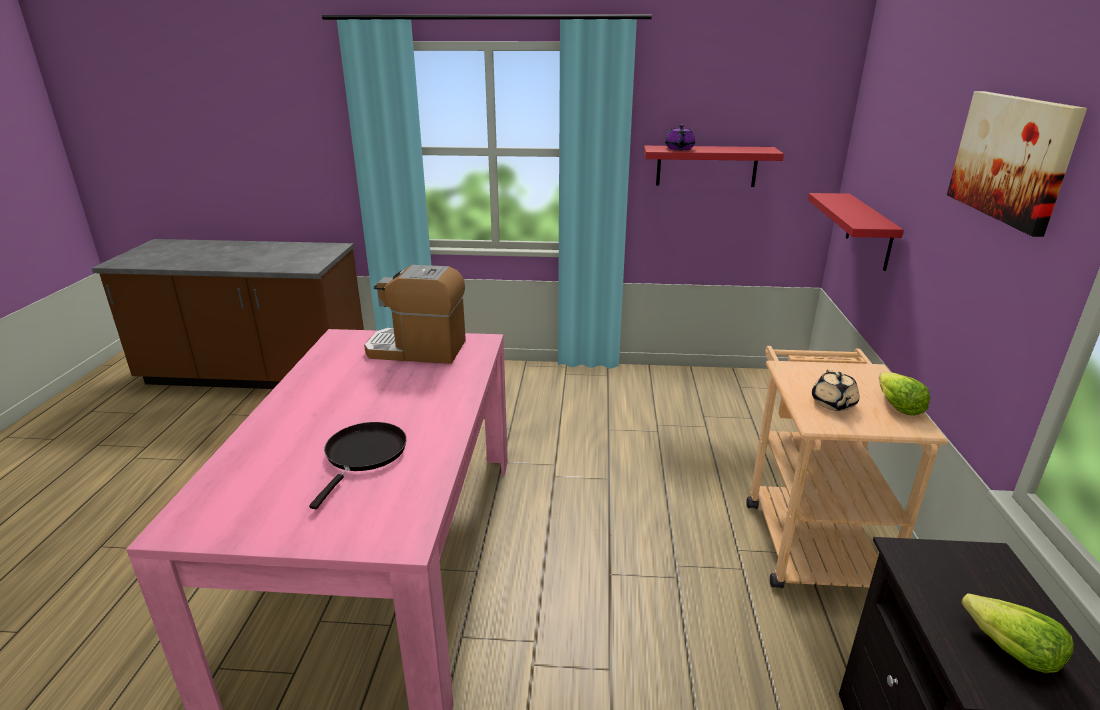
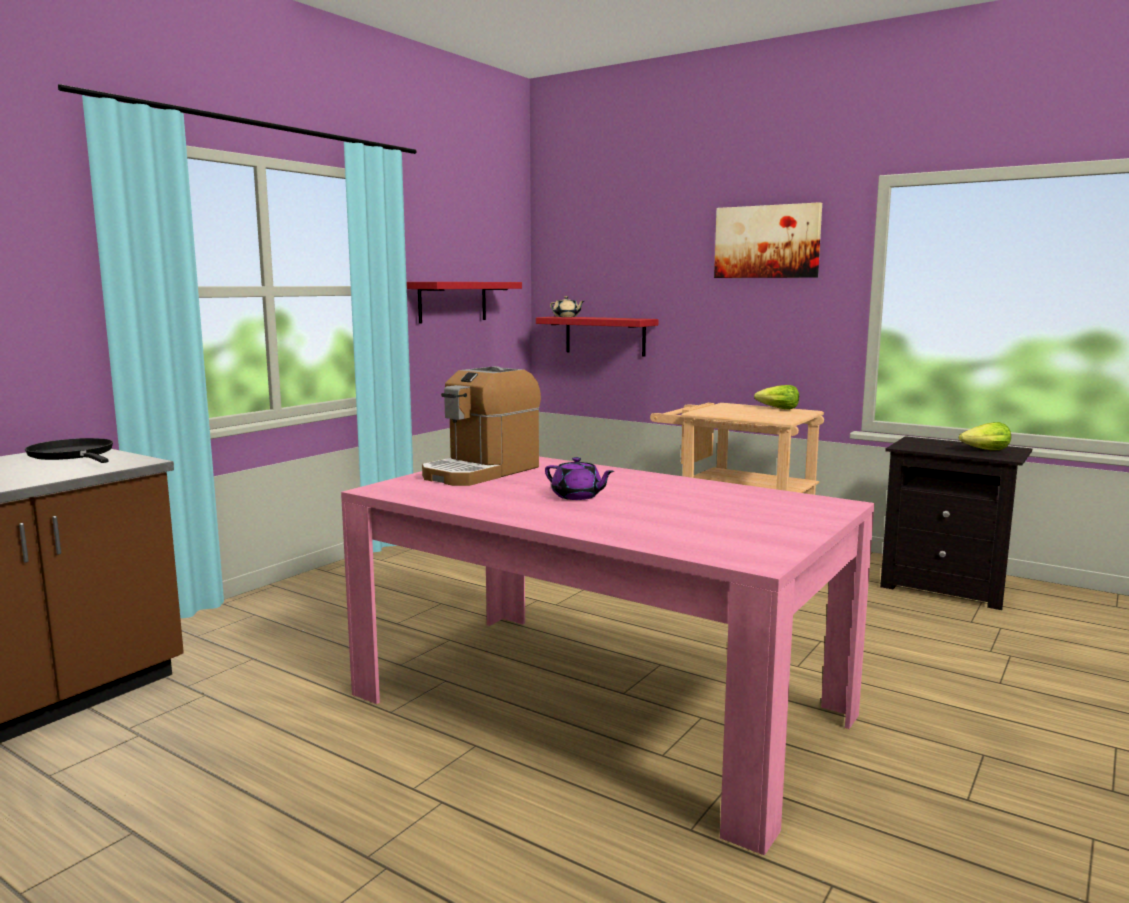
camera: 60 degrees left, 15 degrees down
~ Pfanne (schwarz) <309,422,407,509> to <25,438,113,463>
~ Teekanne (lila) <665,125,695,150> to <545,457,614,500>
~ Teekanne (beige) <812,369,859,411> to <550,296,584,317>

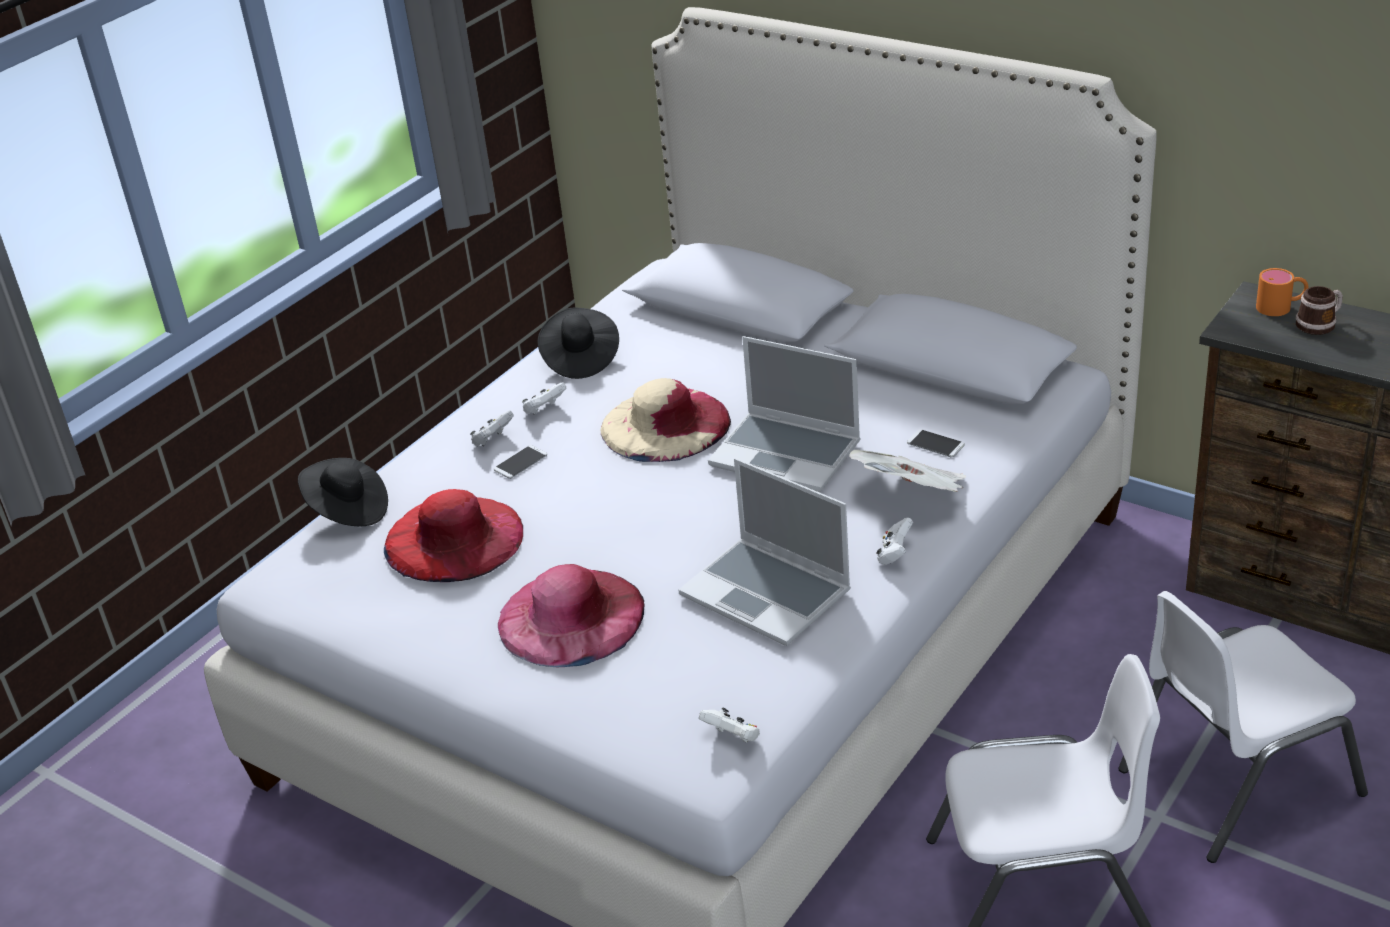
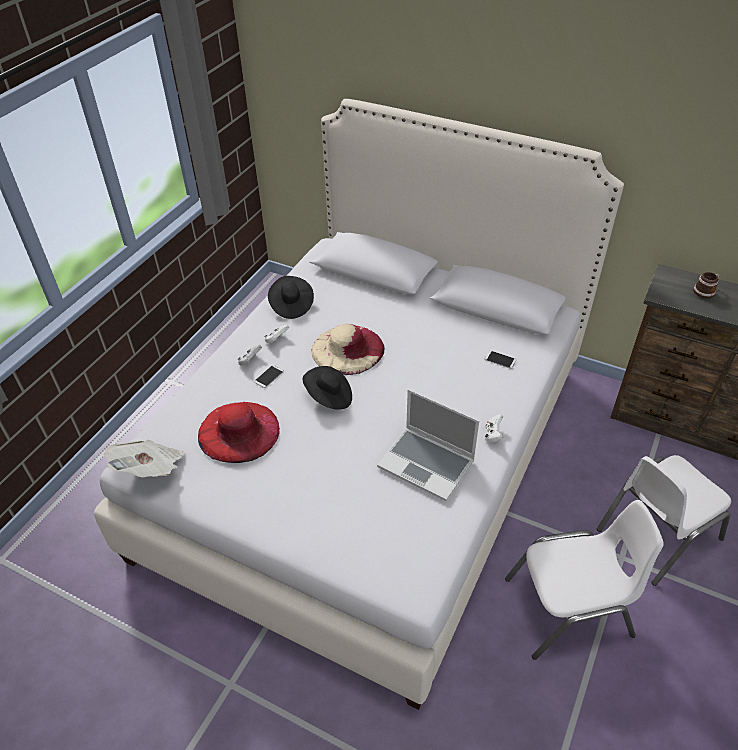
camera: 10 degrees left, 10 degrees up
~ Zeitung <849,450,966,492> to <104,440,185,477>
~ Hut (schwarz) <298,458,388,526> to <303,366,352,410>
- Hut (rosa) <498,564,645,667>
- Gamepad (weiß) <699,708,760,743>
- Laptop <708,336,860,492>
- Henkelbecher (orange) <1256,268,1308,316>

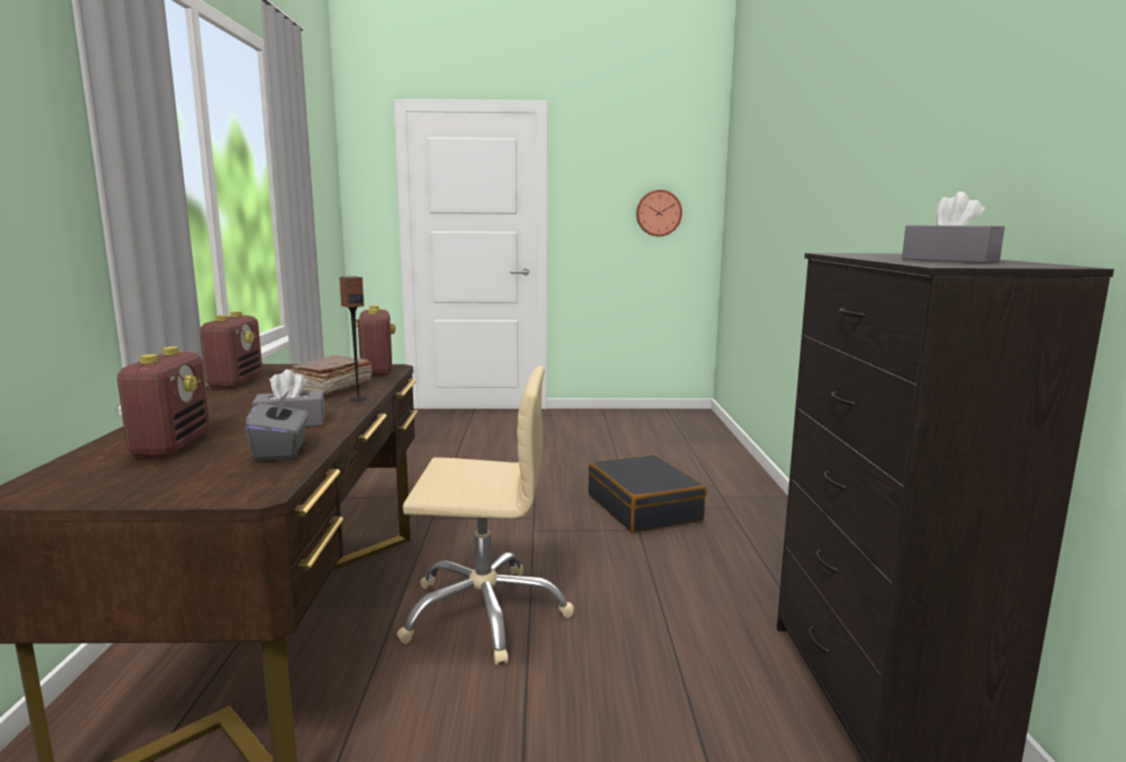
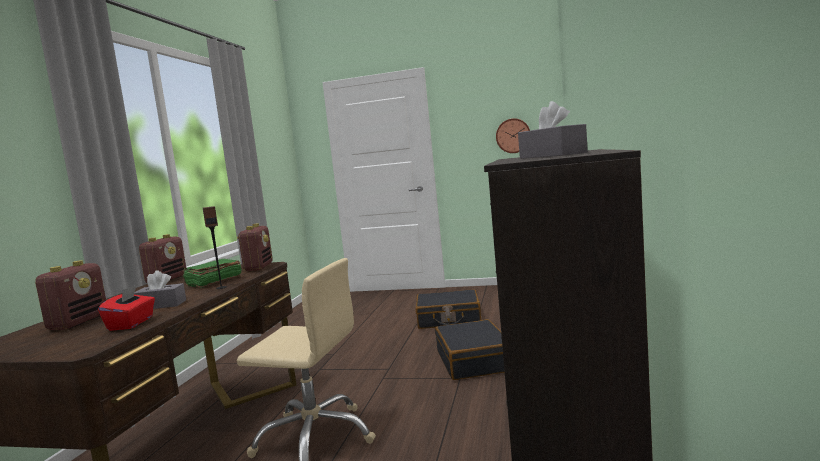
camera: 15 degrees right, 5 degrees down
~ Taschentuchbox (grau) <245,391,308,461> to Taschentuchbox (rot) <98,284,155,331>
~ Buch (braun) <287,355,372,397> to Buch (grün) <183,259,242,288>
+ Koffer (schwarz) <416,289,482,329>

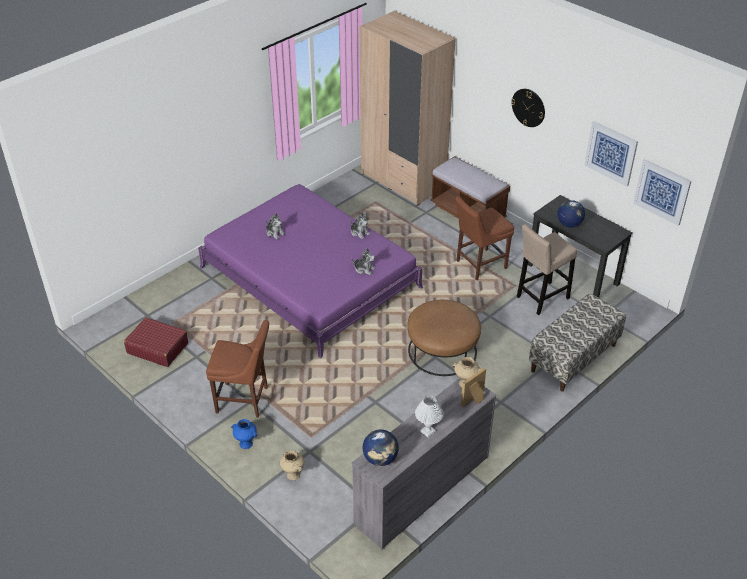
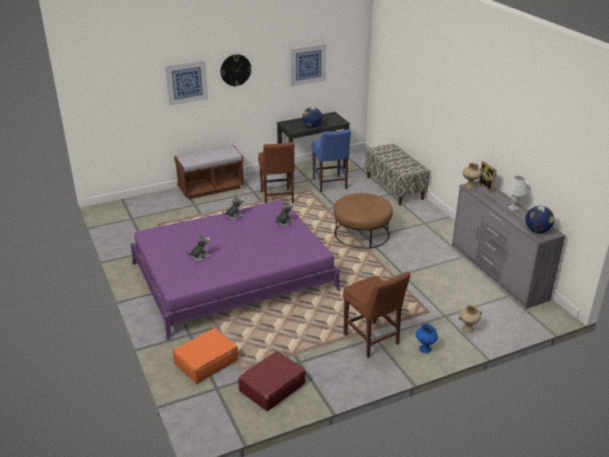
camera: 70 degrees left, 10 degrees down
~ Bild <633,159,691,226> to <165,60,208,105>
+ Koffer (orange) <173,328,238,384>
~ Hocker (beige) <517,224,577,315> to Stuhl (blau) <311,129,351,192>
~ Stuhl (braun) <206,320,269,418> = <343,272,411,358> 120 degrees clockwise
- Kleiderschrank (beige) <360,10,456,206>

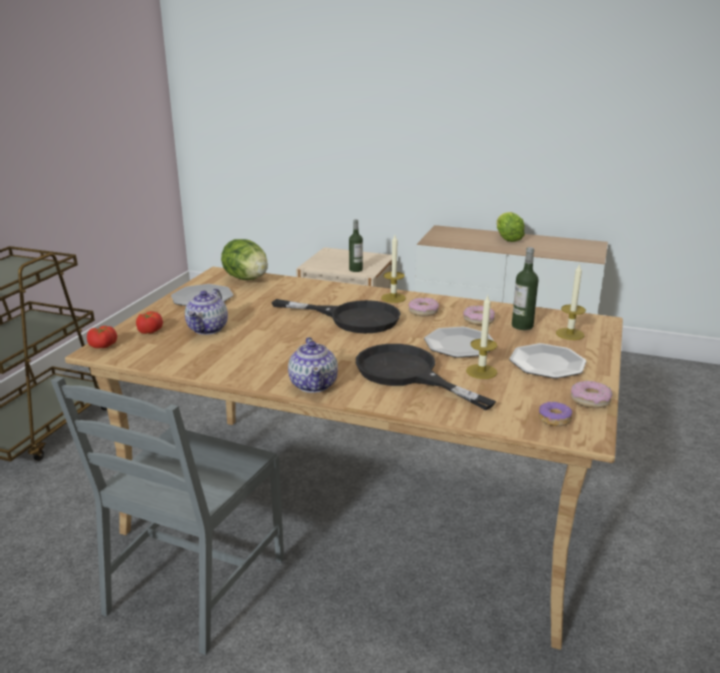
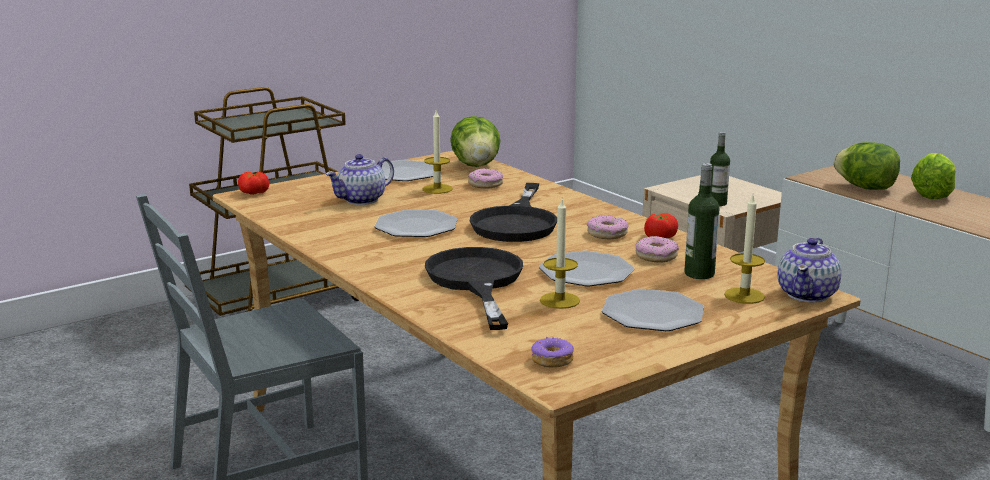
camera: 35 degrees right, 5 degrees down
+ Teller <374,209,458,237>
~ Kerze <381,235,406,303> to <423,110,453,194>
~ Donut <571,381,612,408> to <468,168,503,189>
~ Pfanne (schwarz) <272,299,401,333> = <470,183,557,242> 45 degrees clockwise
~ Tomate <136,311,163,334> to <644,213,678,238>
~ Teekanne <288,337,338,393> to <777,238,842,302>
+ Salatkopf <833,142,900,190>

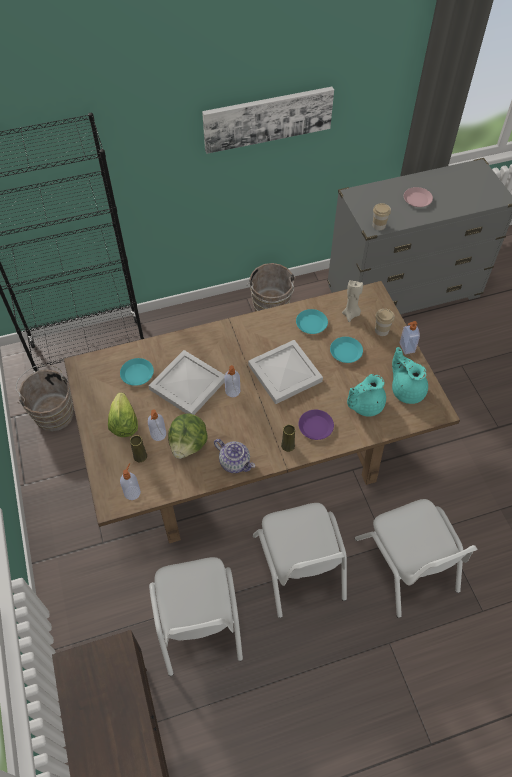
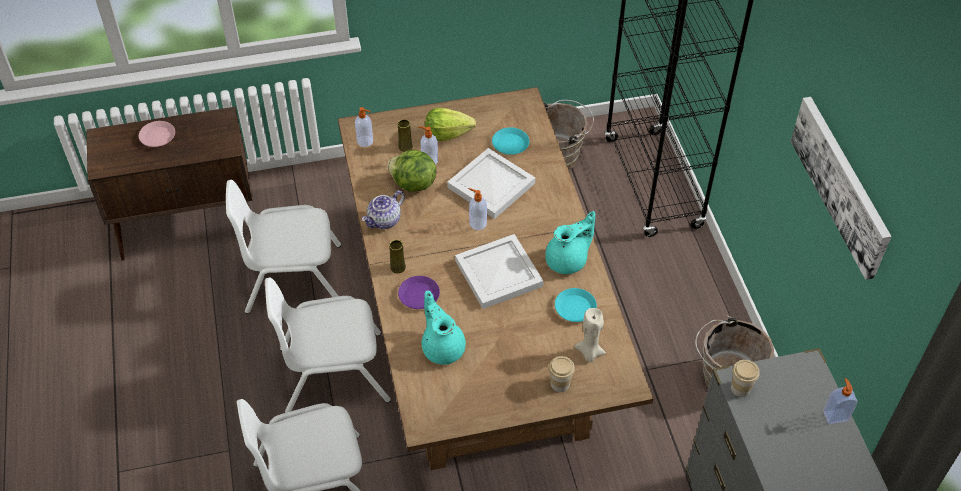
camera: 95 degrees right, 5 degrees down
~ Teller (rosa) <404,187,433,207> to <139,121,175,147>
~ Teekanne (türkis) <392,347,428,404> to <545,211,595,274>
~ Seifenspender <400,321,420,355> to <823,379,857,424>
- Teller (türkis) <330,337,363,363>

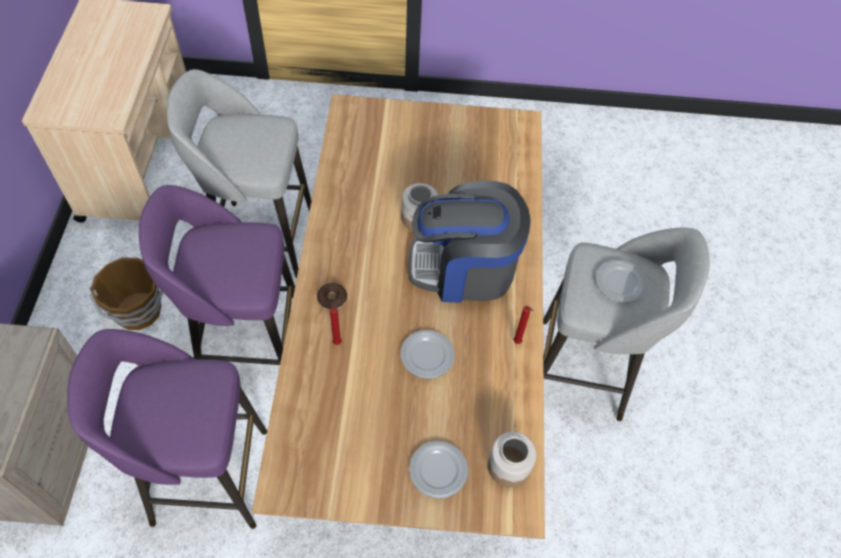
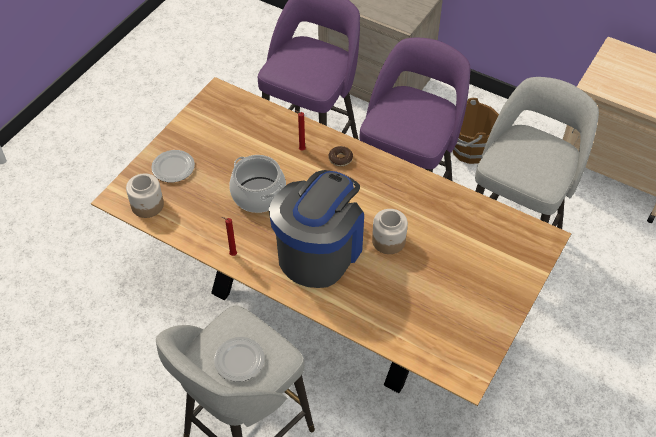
camera: 120 degrees right, 5 degrees down
~ Teller <400,330,455,379> to Kochtopf <229,155,286,213>

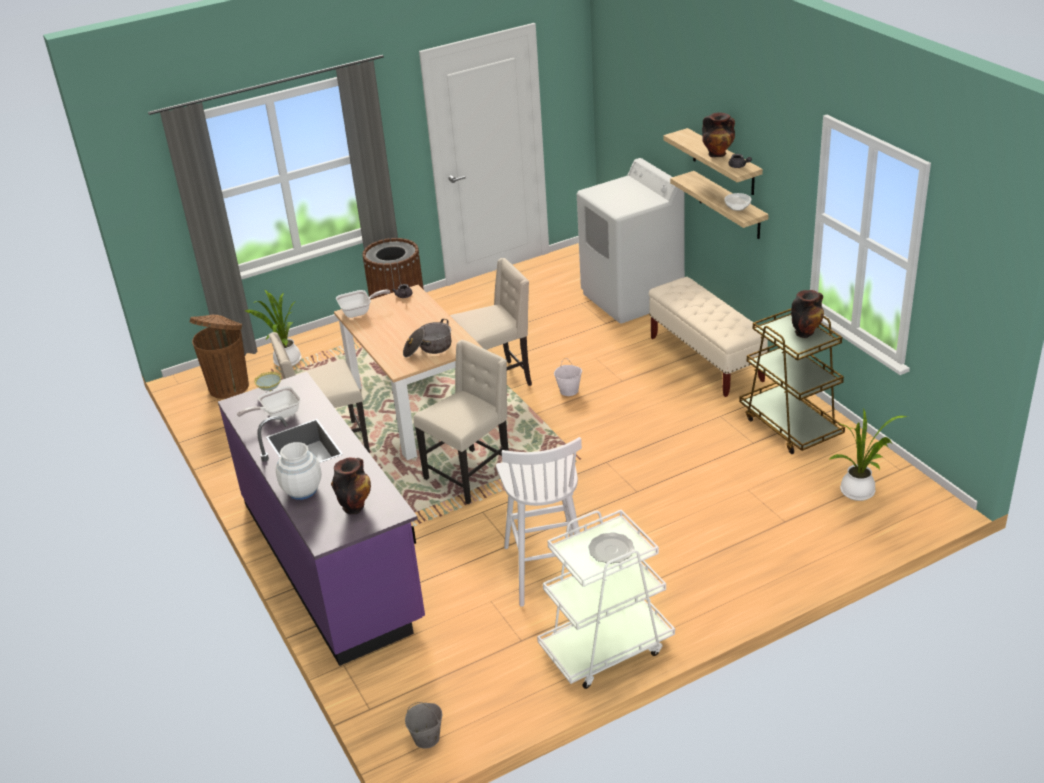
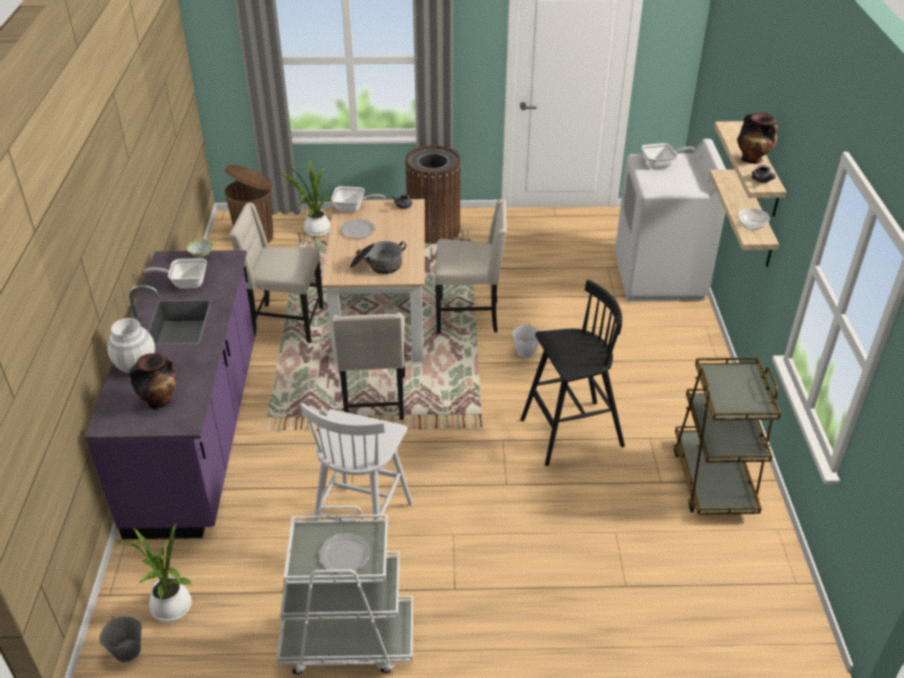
camera: 25 degrees right, 5 degrees up
~ Topfpflanze <829,408,908,501> to <118,522,192,622>
~ Stuhl (beige) <413,340,509,504> = <332,312,405,420> 105 degrees clockwise
+ Teller <340,219,375,239>
+ Hocker (schwarz) <521,280,625,466>
+ Pfanne <642,143,696,169>
- Bank (beige) <649,277,768,397>
- Vase <791,290,824,338>

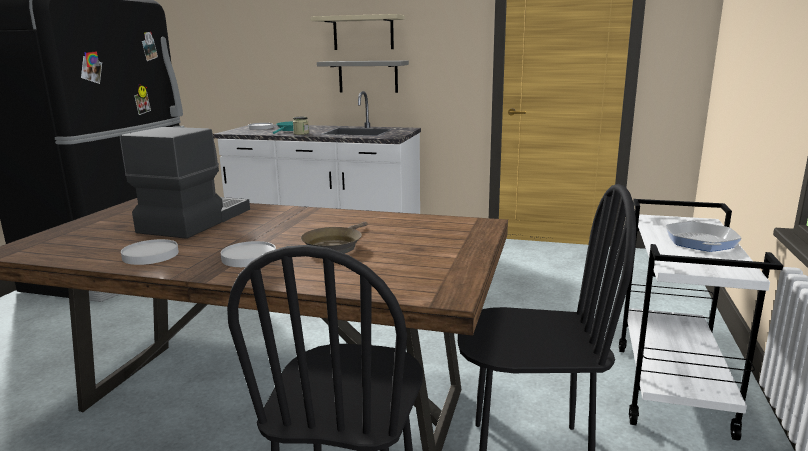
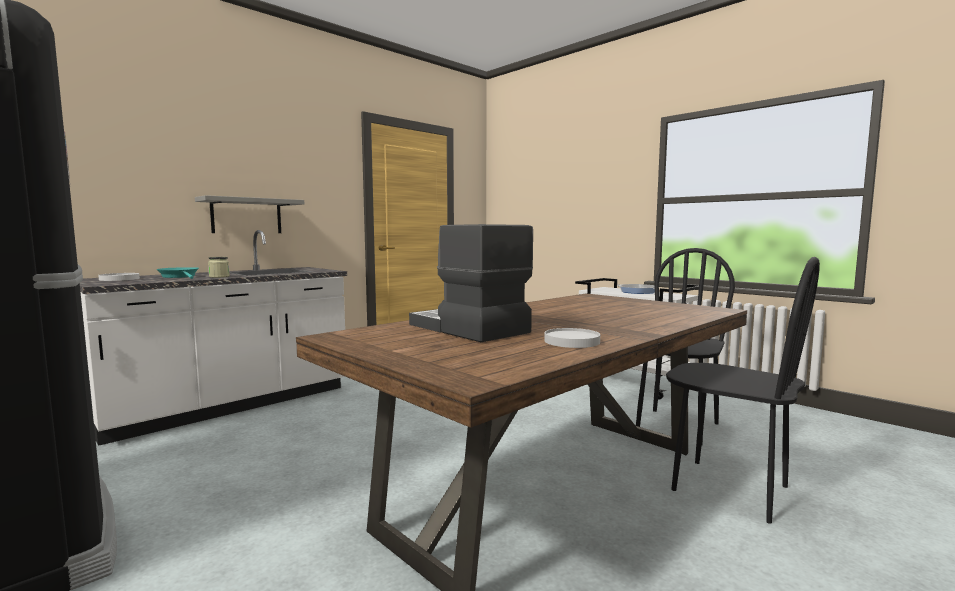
camera: 60 degrees left, 10 degrees down
- Teller (weiß) <221,241,276,267>
- Pfanne (braun) <301,222,368,254>
- Wandregal (beige) <311,14,405,50>

